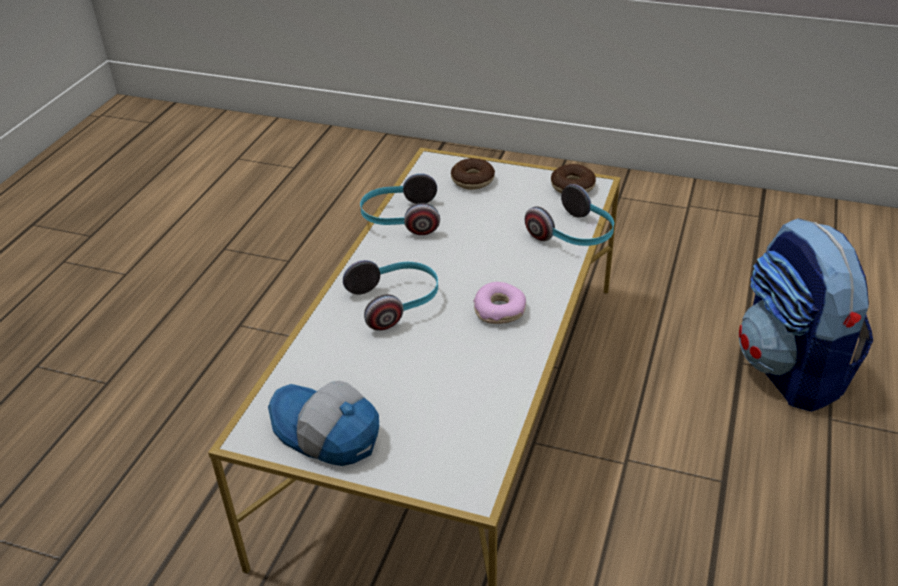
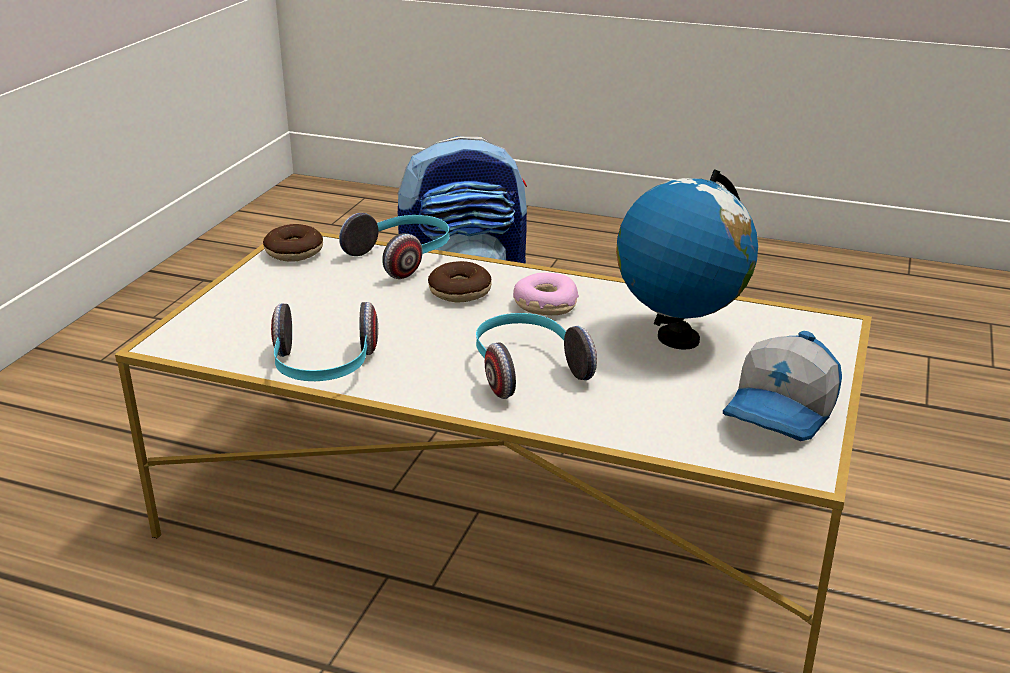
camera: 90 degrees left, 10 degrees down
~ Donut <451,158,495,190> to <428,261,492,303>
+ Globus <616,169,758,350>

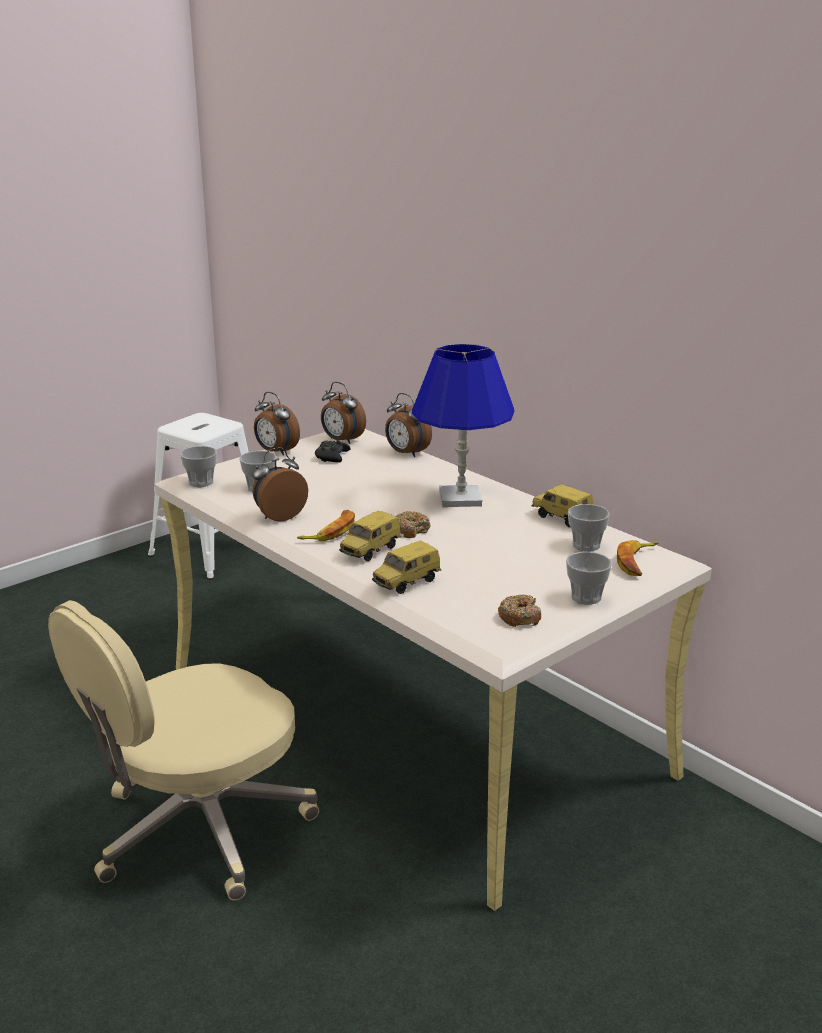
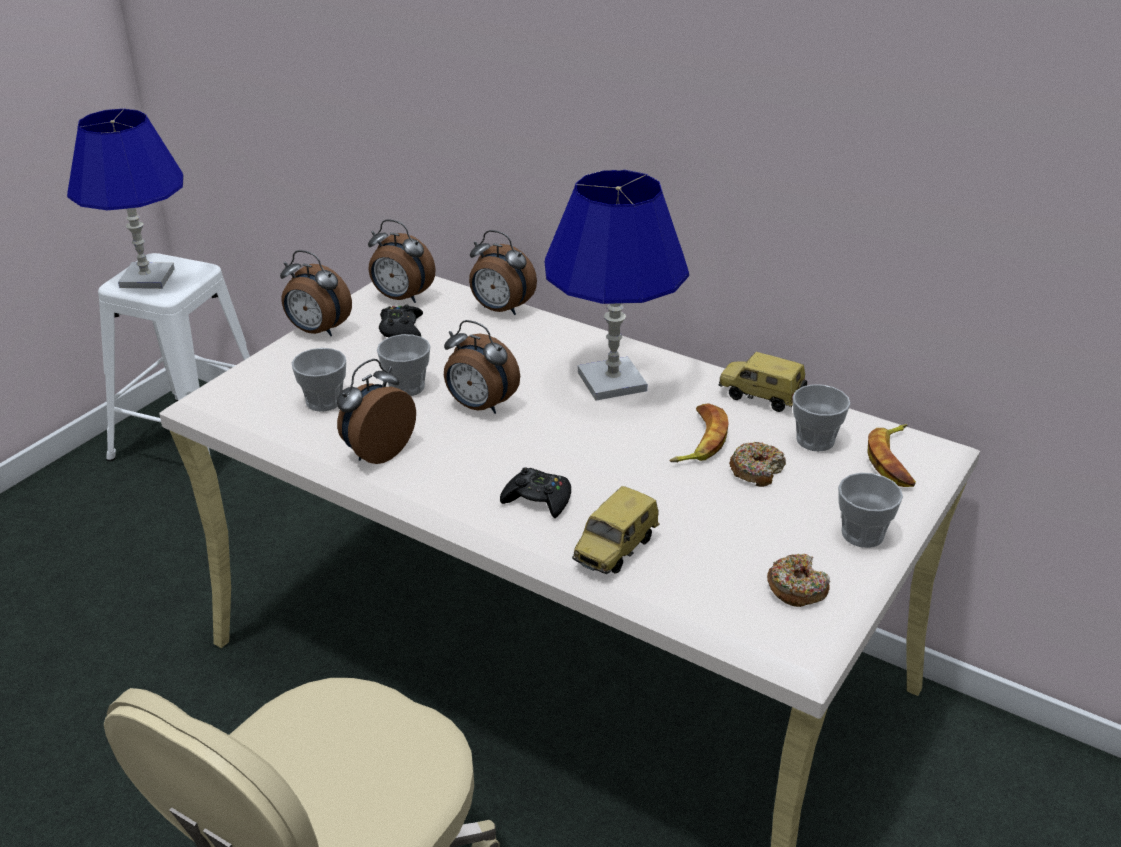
camera: 15 degrees left, 10 degrees up
+ Tischlampe (blau) <67,109,184,289>
~ Tasse <180,446,217,487> to <377,334,430,396>
+ Wecker <444,320,520,414>
~ Spielzeugauto <339,511,401,561> to Gamepad (schwarz) <500,467,571,518>
~ Banane <297,510,355,541> to <669,403,729,462>
~ Donut <396,511,430,538> to <729,442,786,487>

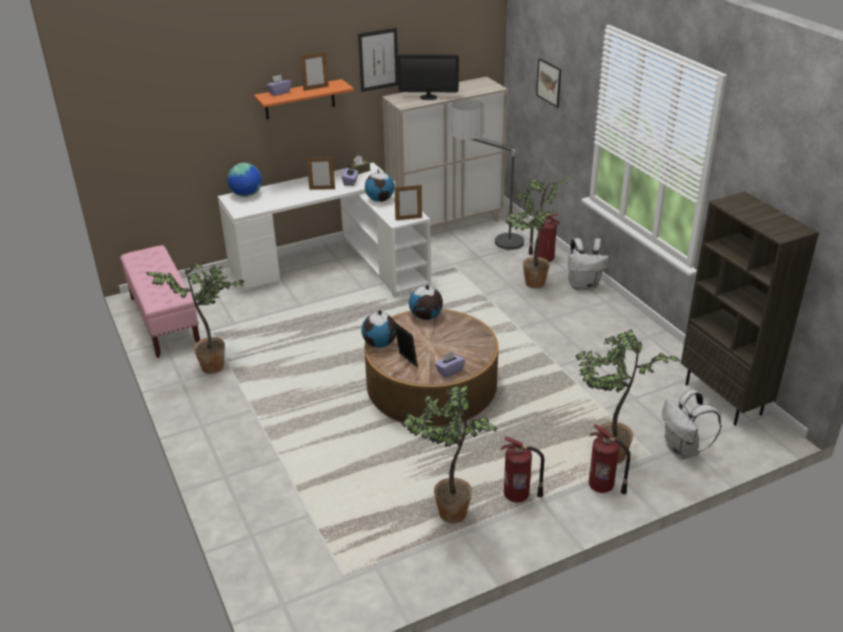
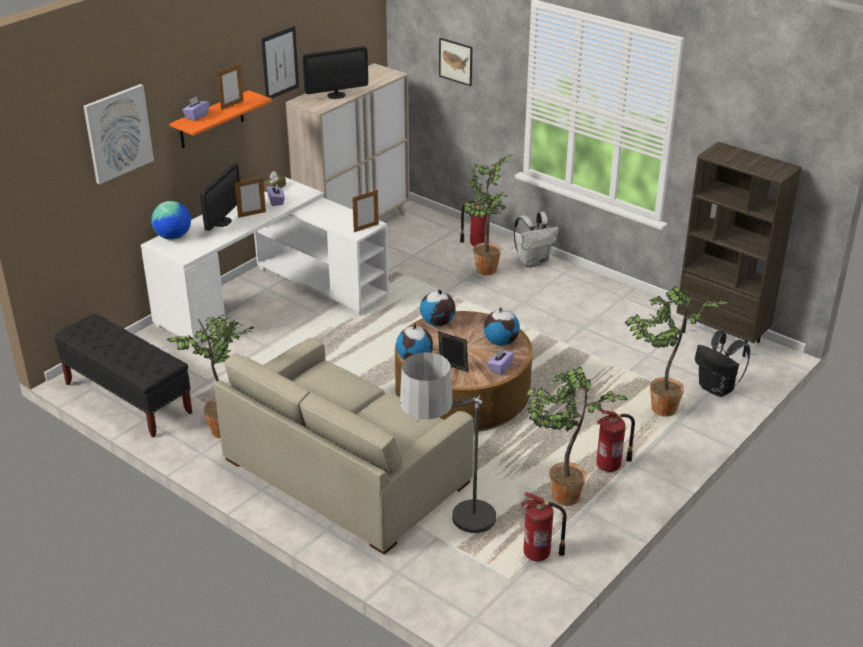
camera: 25 degrees left, 0 degrees up
~ Bank (rosa) <120,245,200,358> to Bank (schwarz) <54,313,192,437>
+ Bild <83,84,154,184>
+ Monitor <200,163,240,231>
+ Sofa (beige) <214,338,474,555>
~ Stehlampe <449,99,526,254> to <400,352,496,533>
~ Globus <365,169,394,202> to <484,307,520,346>
~ Feuerlöscher <589,424,631,494> to <521,492,567,561>
~ Rucksack (weiß) <662,390,721,459> to Rucksack (schwarz) <695,331,750,397>

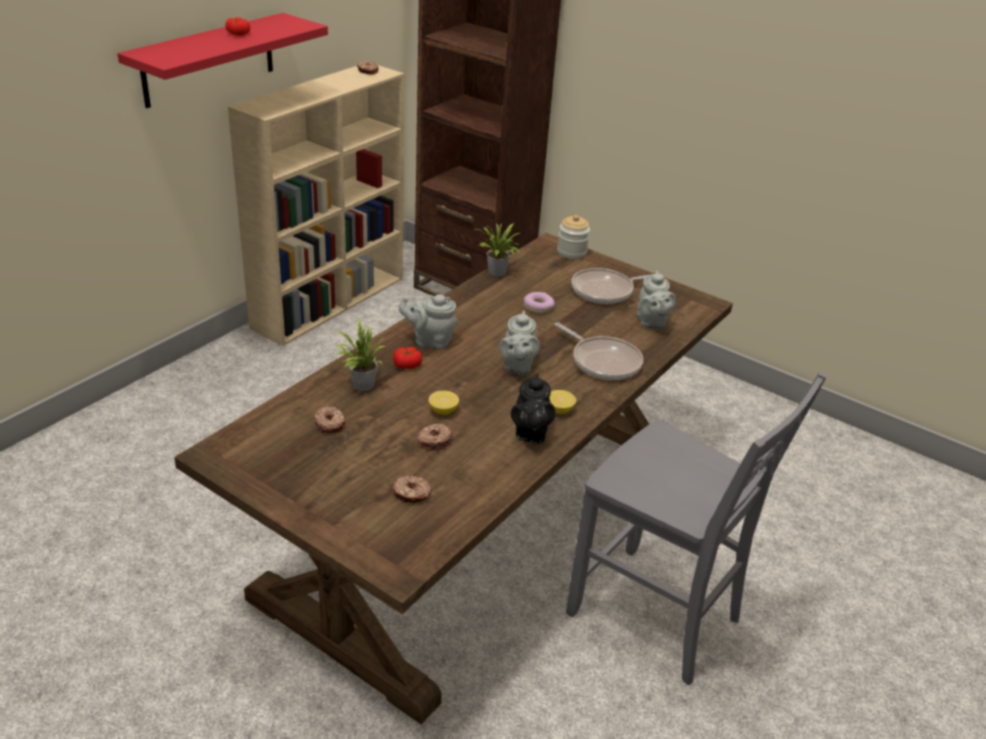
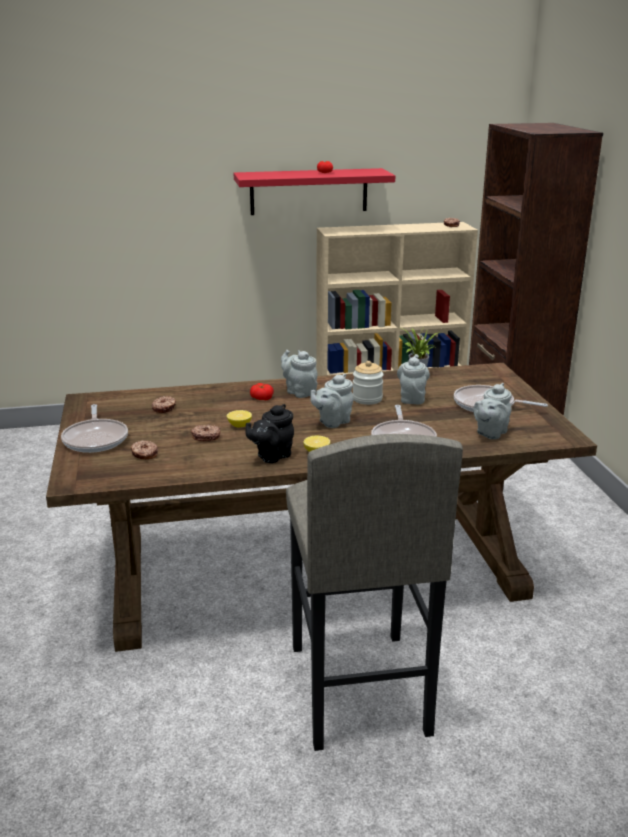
camera: 45 degrees right, 10 degrees down
+ Pfanne <61,404,128,453>
~ Stuhl (grau) <566,371,827,685> to Hocker (grau) <286,434,463,751>
~ Vorratsglas <557,215,590,259> to <353,361,384,405>
~ Donut <524,292,555,313> to Teekanne (grau) <397,354,430,404>
- Topfpflanze <333,319,385,391>

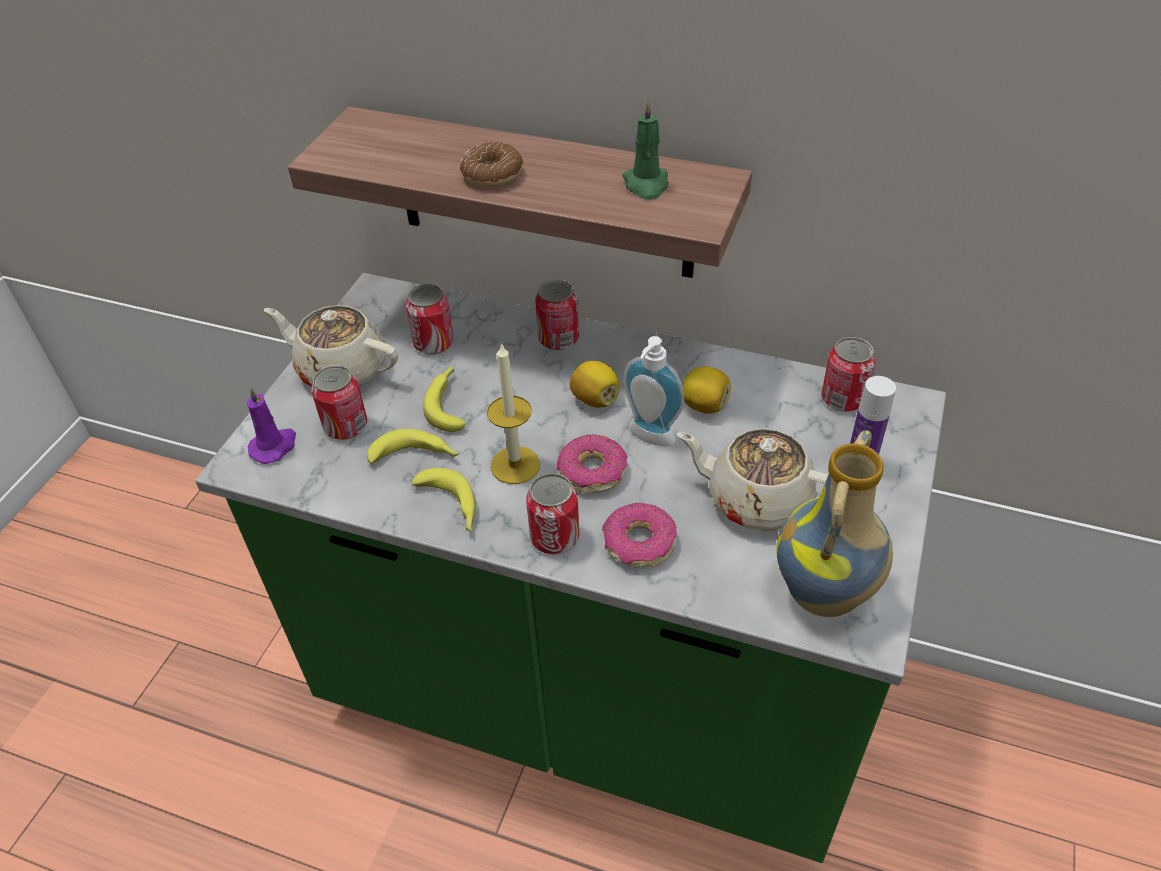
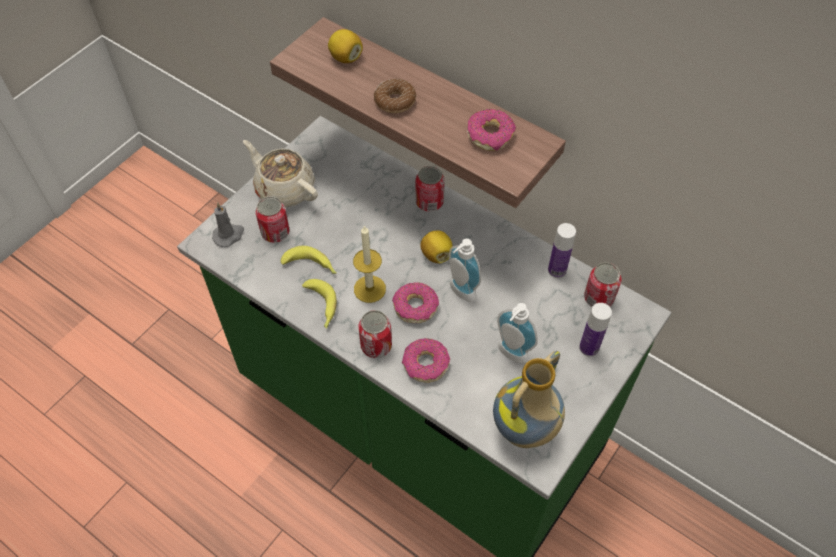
camera: 15 degrees right, 10 degrees up
~ Kerze (lila) <247,387,296,464> to Kerze (grau) <212,202,244,247>
~ Zitrone <683,367,731,414> to <328,29,363,63>
~ Kerze (grün) <623,100,669,200> to Donut <467,109,516,151>
~ Teekanne (beige) <676,428,828,531> to Seifenspender <497,303,538,364>
+ Flasche <548,223,576,278>
- Dose <405,284,454,355>
- Banane <423,365,466,432>

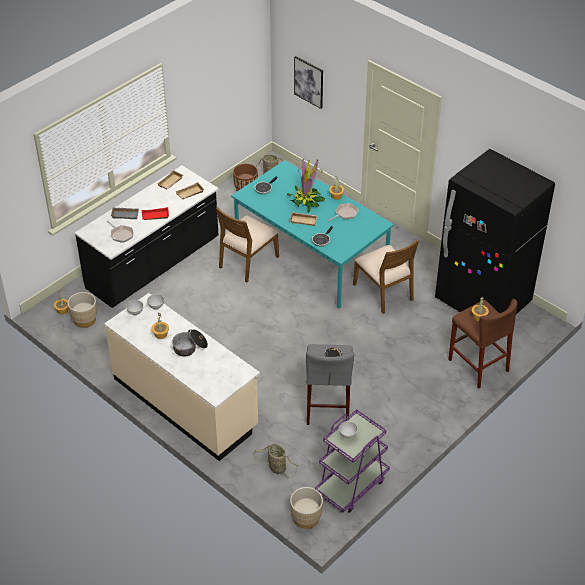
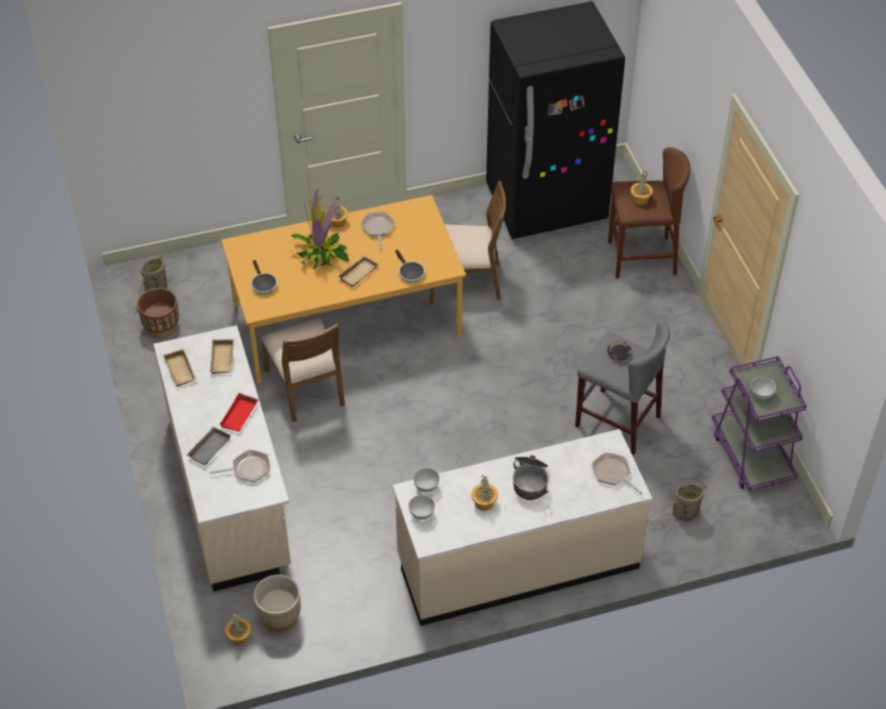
camera: 60 degrees left, 5 degrees up
~ Küchenzeile (schwarz) <75,166,219,308> to Küchenzeile (beige) <154,325,291,592>
~ Esstisch (türkis) <231,160,394,308> to Esstisch (orange) <221,195,466,383>
+ Pfanne <592,452,643,495>
- Pflanzkübel (beige) <290,487,323,529>
- Bild <294,56,323,109>

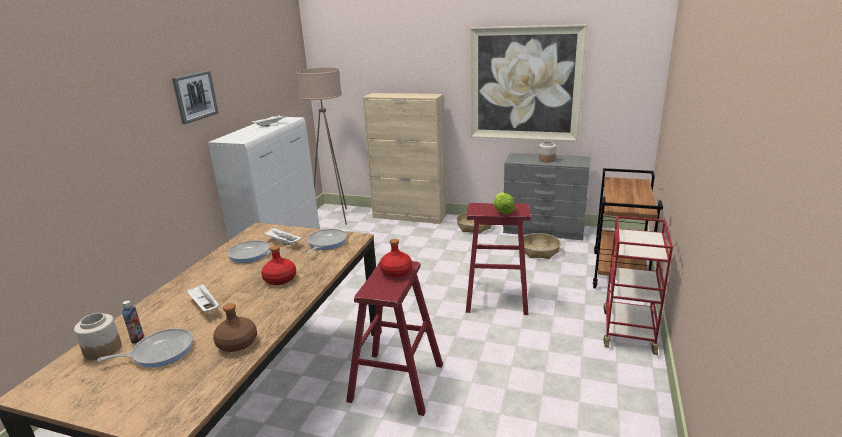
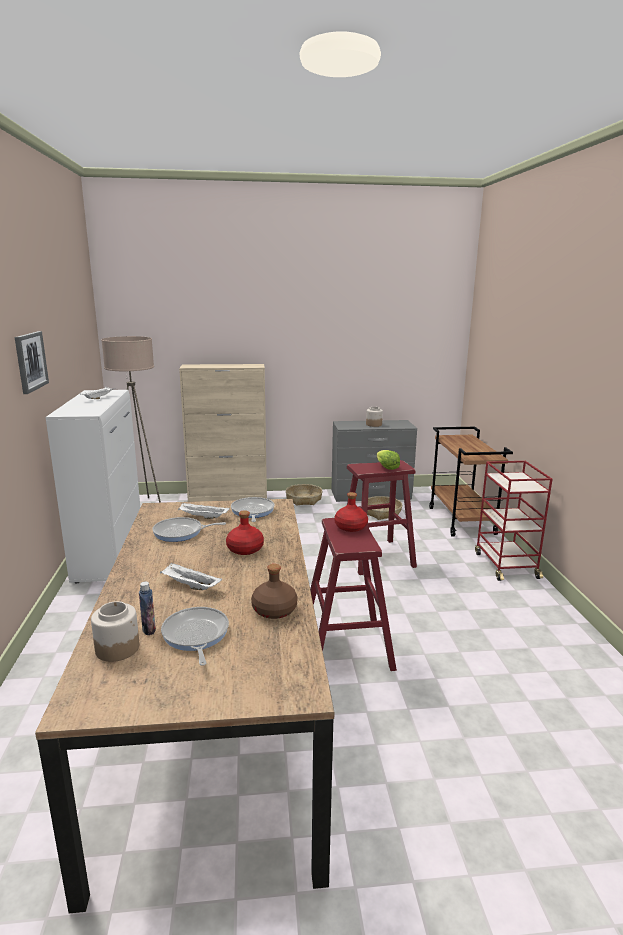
camera: 25 degrees left, 5 degrees down
~ Pfanne <97,328,193,368> = <161,607,229,666> 60 degrees counterclockwise
- Bild <470,25,587,142>

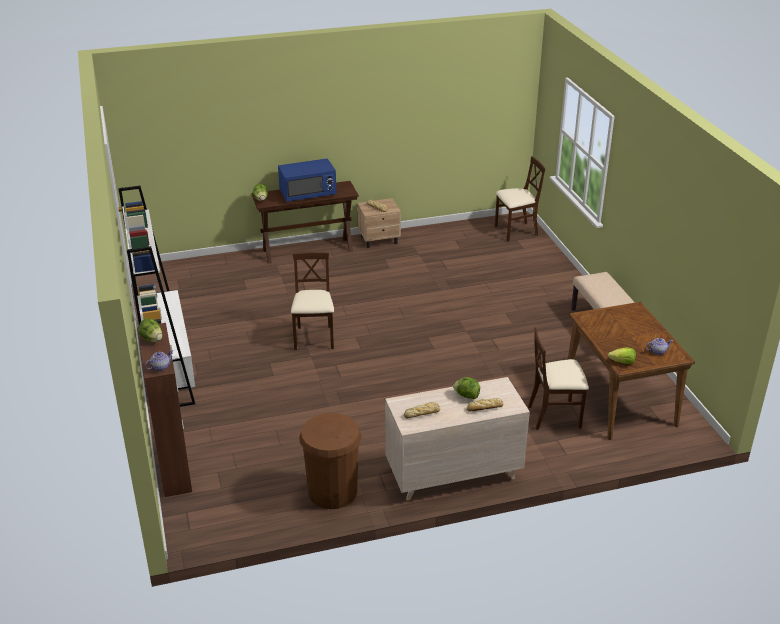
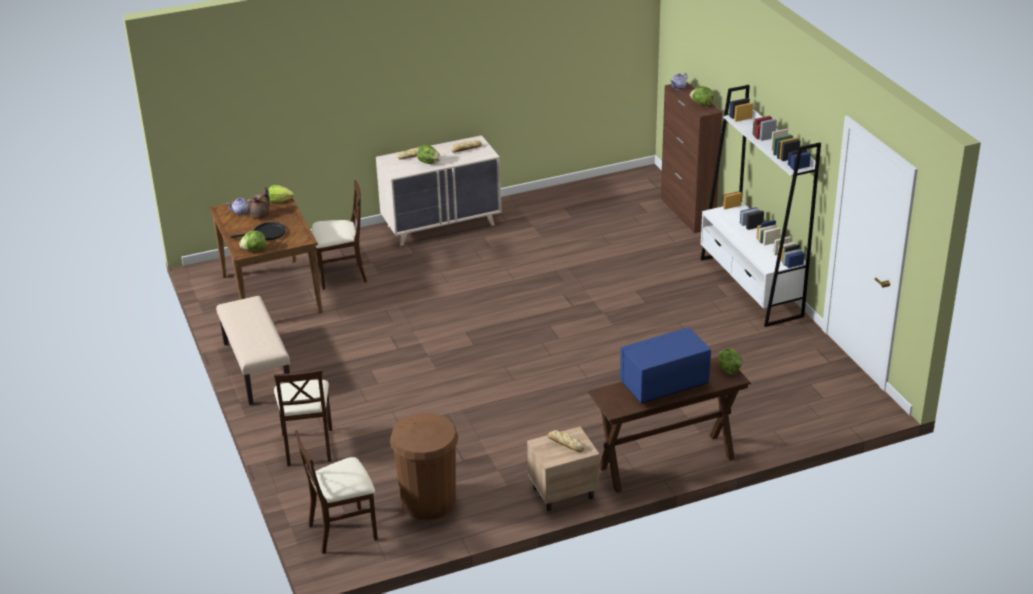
camera: 175 degrees right, 0 degrees up
+ Pfanne (schwarz) <230,222,286,240>
+ Salatkopf <239,230,266,251>
+ Teekanne (braun) <249,186,270,219>
~ Stuhl (beige) <291,252,334,350> to <274,369,332,467>
~ Mülleimer (braun) <299,413,361,509> to <390,413,458,520>

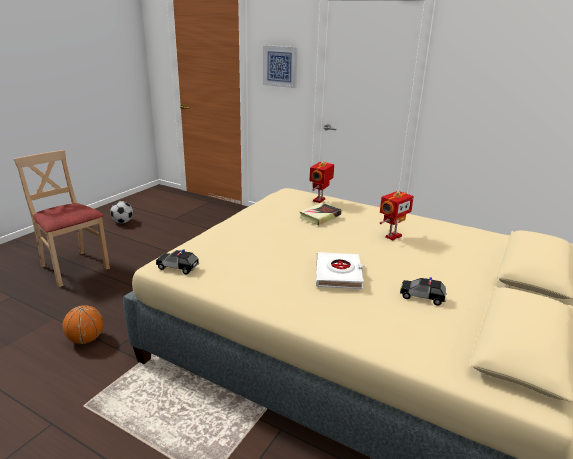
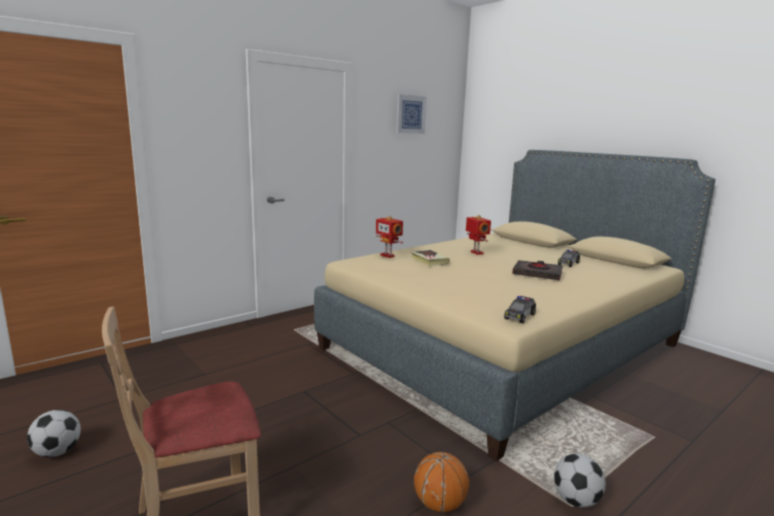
camera: 70 degrees left, 10 degrees down
~ Bild <263,45,298,88> to <396,94,426,134>
~ Buch (weiß) <316,252,364,289> to Buch (schwarz) <512,260,563,280>
+ Fußball <554,453,606,507>

